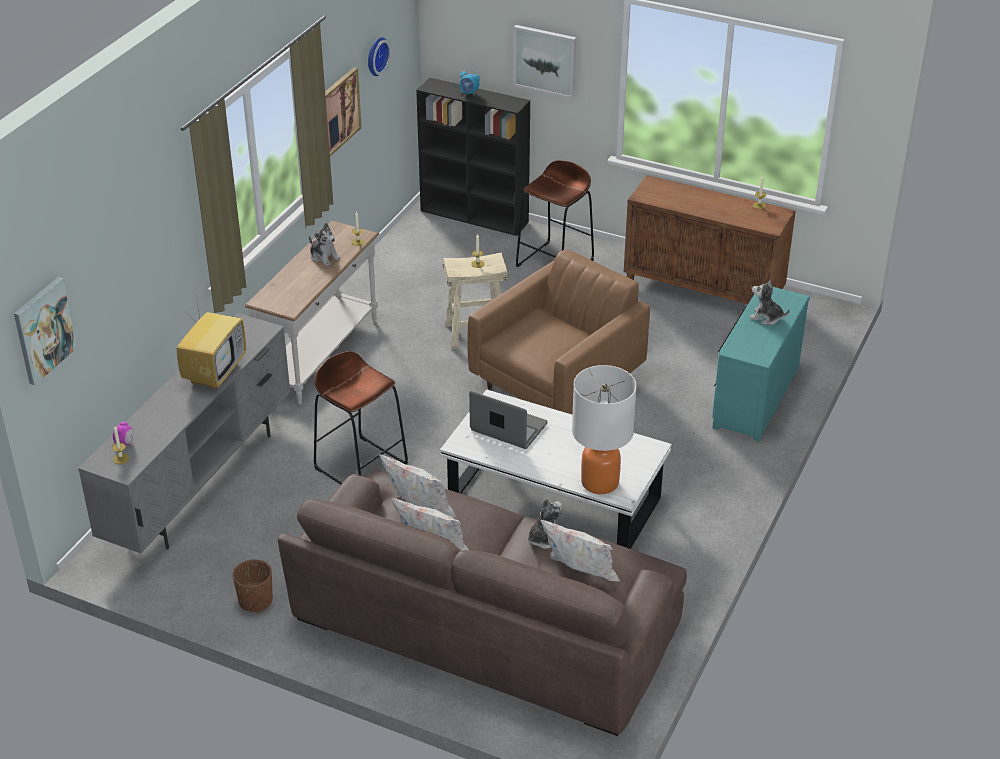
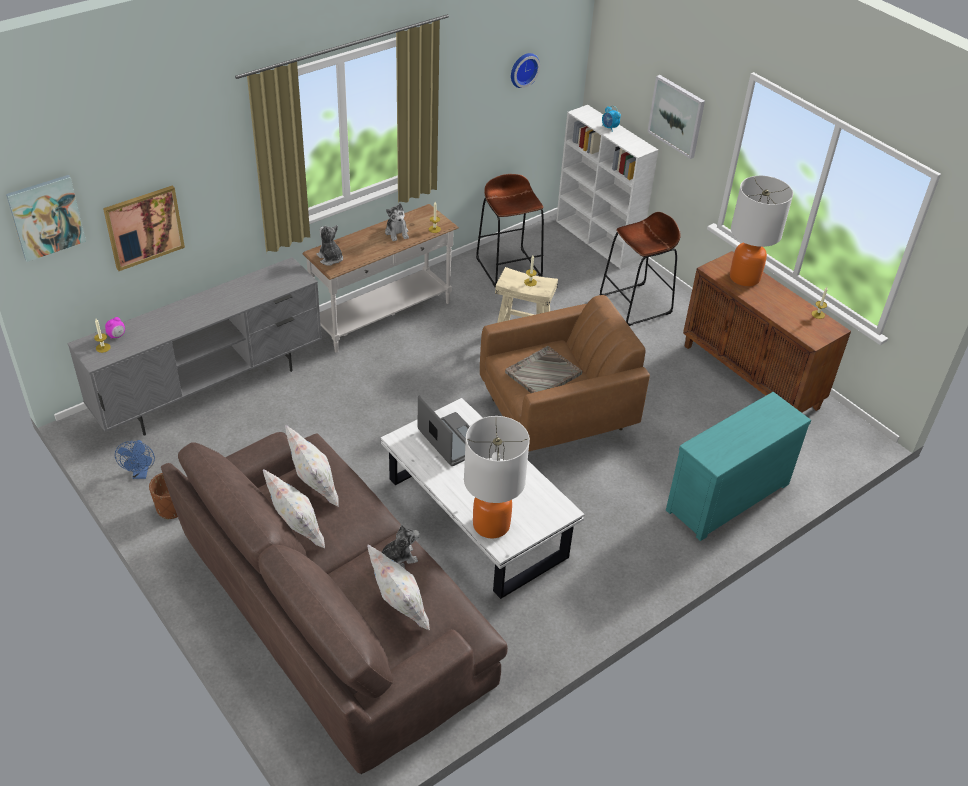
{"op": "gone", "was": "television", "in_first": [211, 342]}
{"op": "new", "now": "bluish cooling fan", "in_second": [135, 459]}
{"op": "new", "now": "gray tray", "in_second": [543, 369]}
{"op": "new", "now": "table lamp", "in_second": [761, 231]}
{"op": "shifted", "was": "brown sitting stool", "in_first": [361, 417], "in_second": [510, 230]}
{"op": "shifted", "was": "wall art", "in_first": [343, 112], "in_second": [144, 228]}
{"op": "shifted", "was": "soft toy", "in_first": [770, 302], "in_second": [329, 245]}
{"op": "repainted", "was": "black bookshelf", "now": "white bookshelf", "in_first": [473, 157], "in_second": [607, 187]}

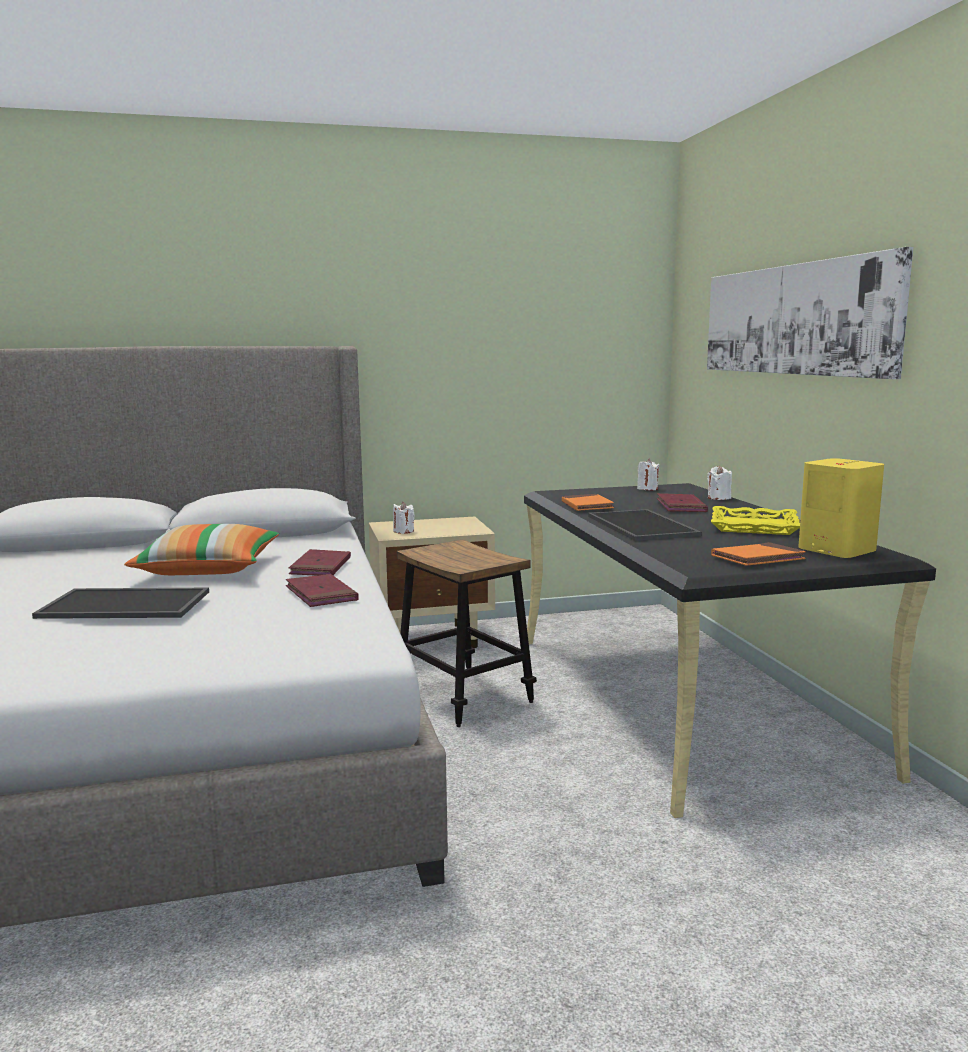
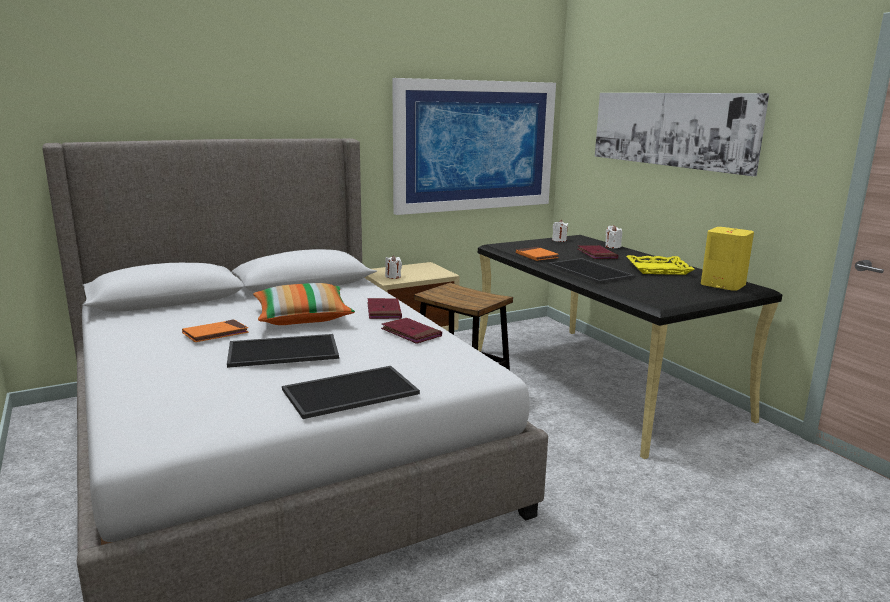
{"op": "new", "now": "tray", "in_second": [351, 392]}
{"op": "new", "now": "wall art", "in_second": [474, 146]}
{"op": "shifted", "was": "orangey bound book", "in_first": [758, 554], "in_second": [215, 330]}

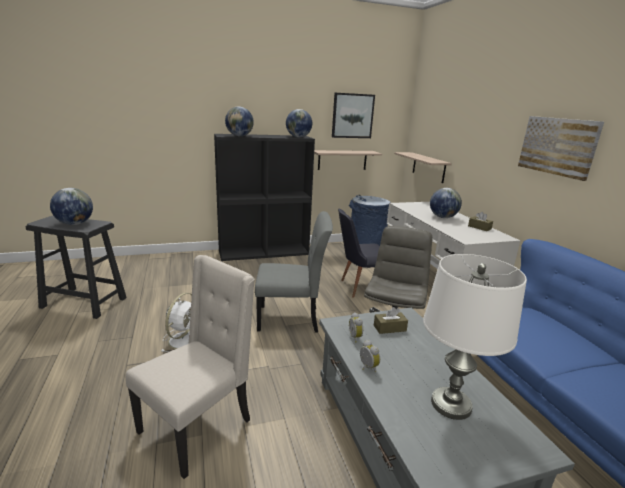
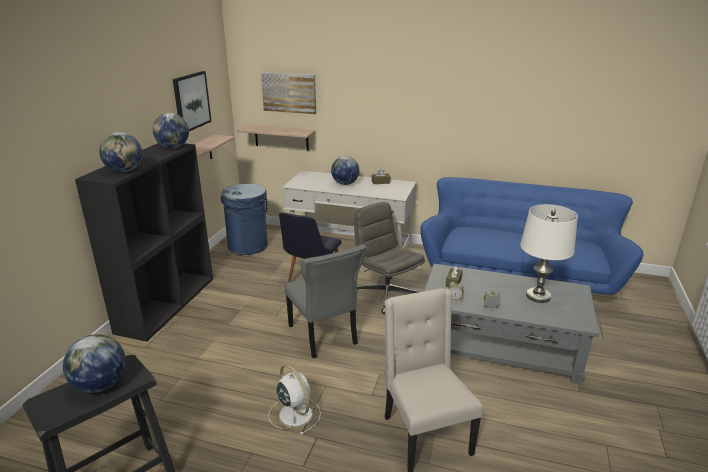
{"op": "shifted", "was": "wall art", "in_first": [561, 148], "in_second": [288, 93]}
{"op": "rotated", "was": "gray plain chair", "in_first": [294, 272], "in_second": [325, 301], "clockwise": 120}

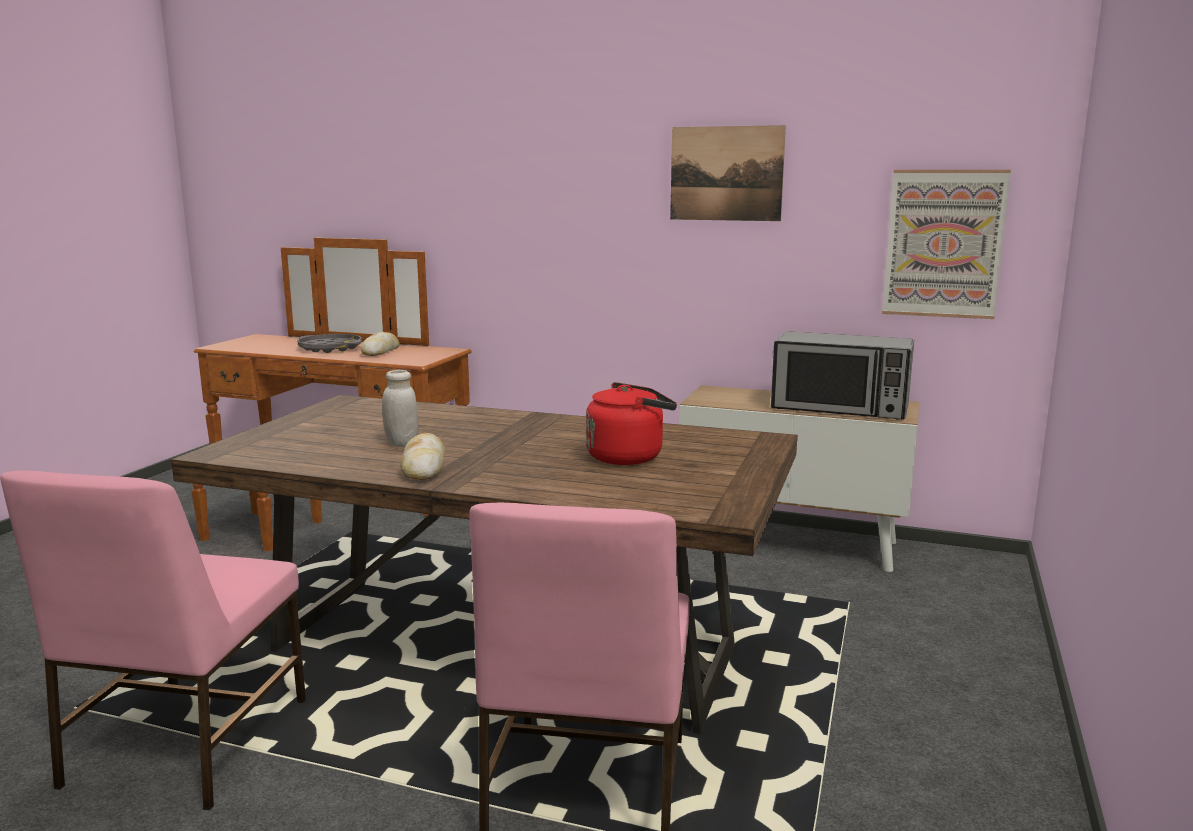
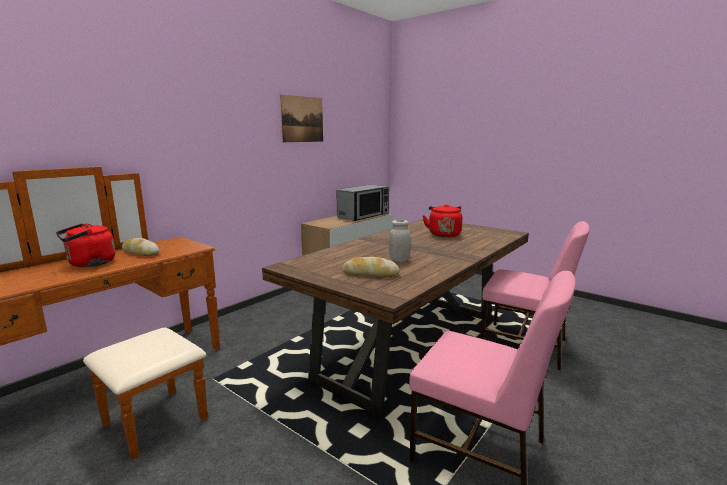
{"op": "gone", "was": "wall art", "in_first": [946, 244]}
{"op": "shifted", "was": "baked bread", "in_first": [422, 456], "in_second": [371, 267]}
{"op": "swapped", "was": "gray tray", "now": "red tea kettle", "in_first": [329, 343], "in_second": [86, 245]}

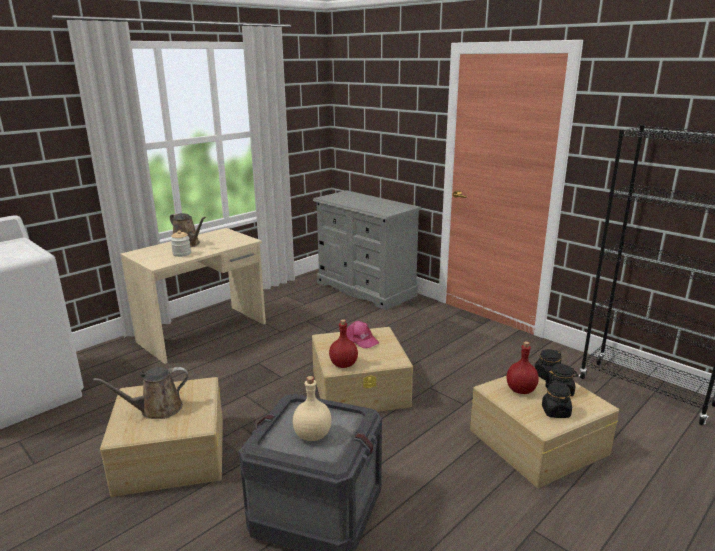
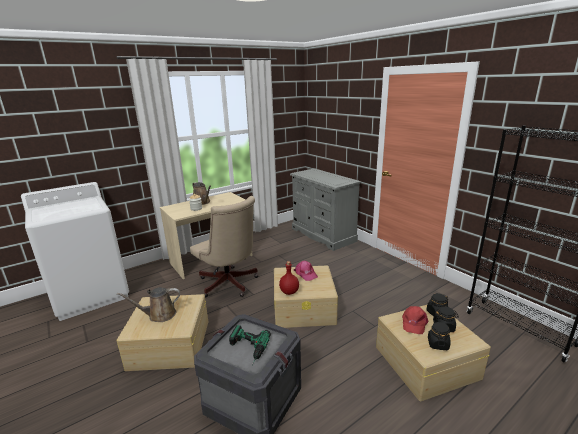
{"op": "new", "now": "sand-coloured office chair", "in_second": [224, 246]}
{"op": "swapped", "was": "sand-coloured drink bottle", "now": "power drill", "in_first": [312, 408], "in_second": [250, 345]}
{"op": "swapped", "was": "red drink bottle", "now": "red peaked cap", "in_first": [522, 367], "in_second": [415, 320]}

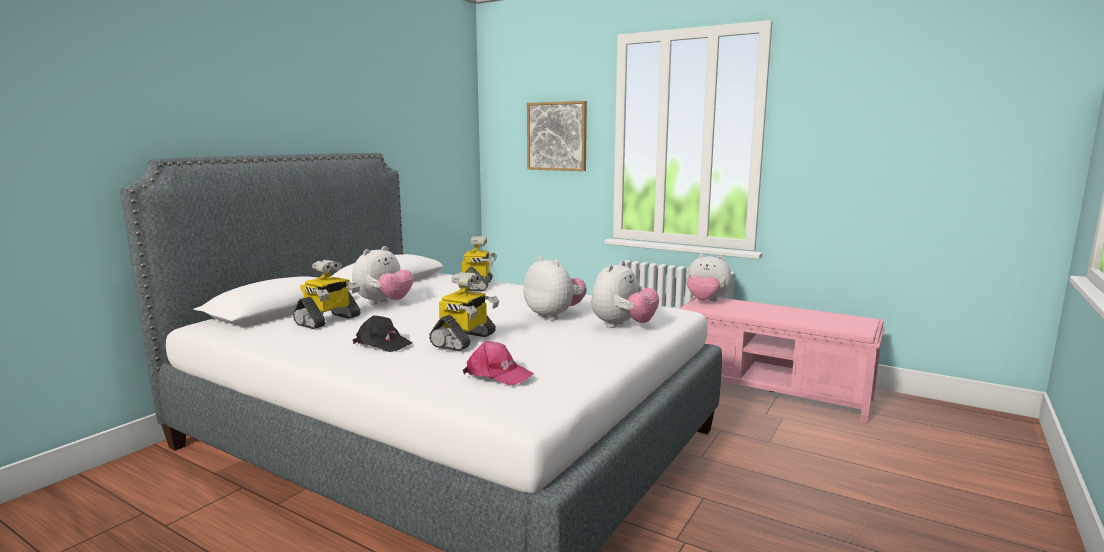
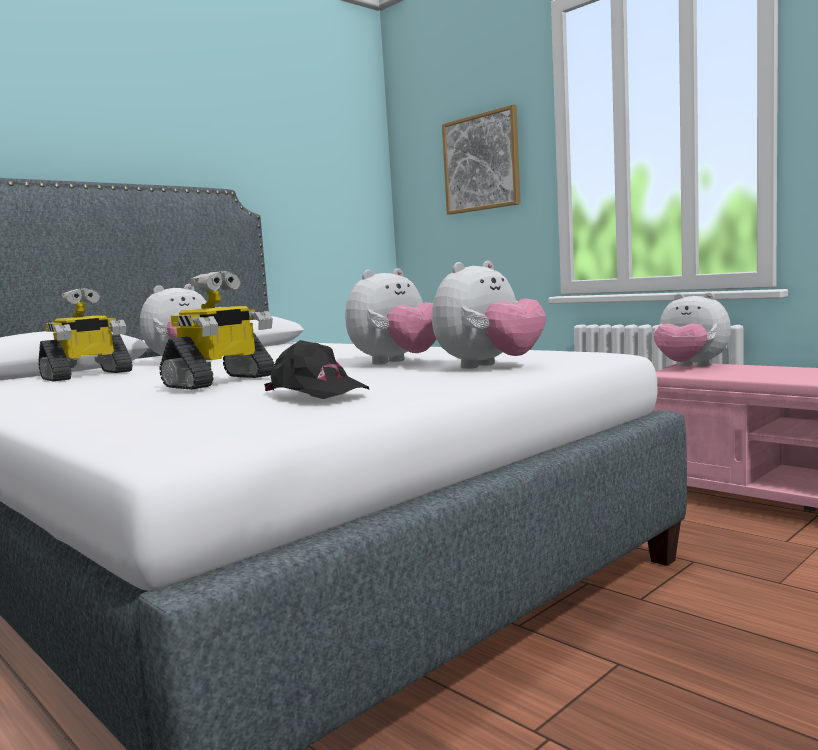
{"op": "gone", "was": "toy robot", "in_first": [477, 263]}
{"op": "gone", "was": "pink-coloured peaked cap", "in_first": [498, 363]}
{"op": "shifted", "was": "black peaked cap", "in_first": [383, 334], "in_second": [316, 369]}
{"op": "rotated", "was": "soft toy", "in_first": [555, 288], "in_second": [390, 316], "clockwise": 75}

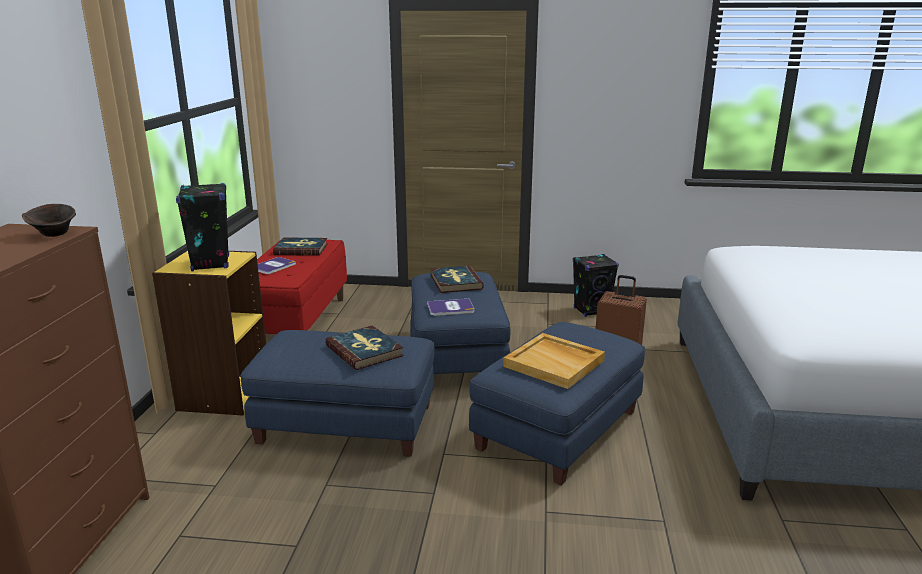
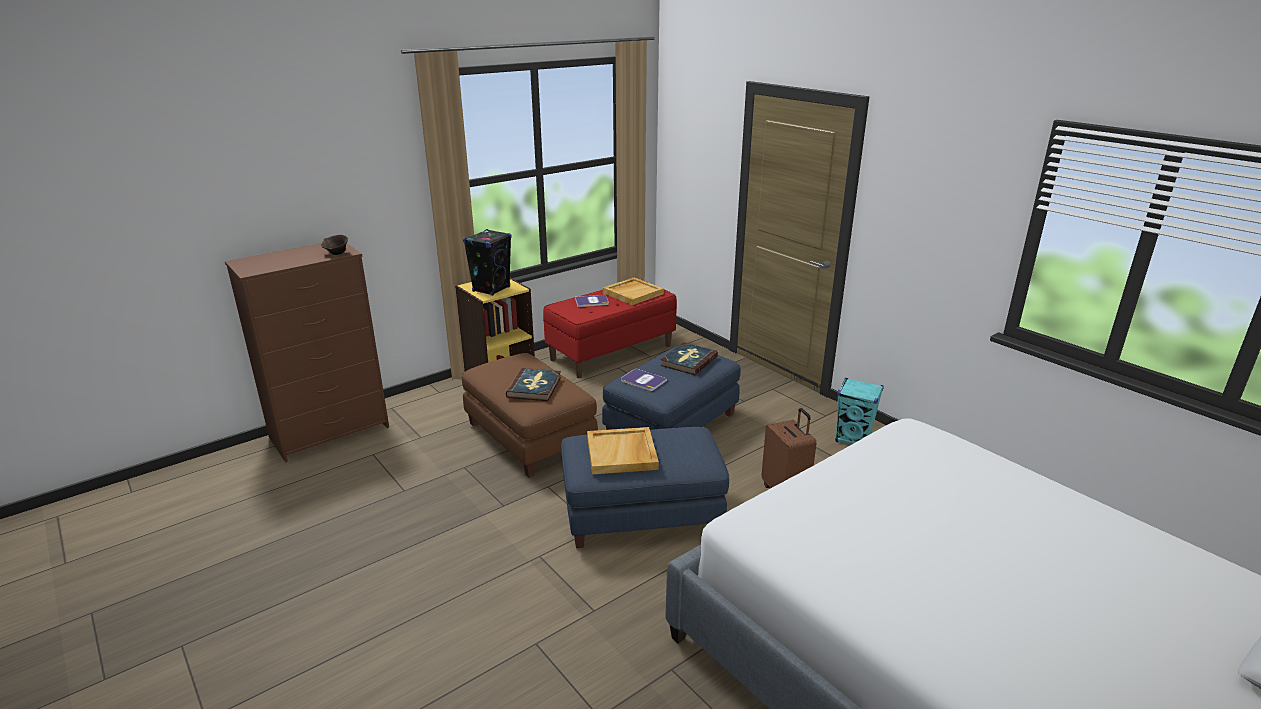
{"op": "swapped", "was": "bound book", "now": "sand-coloured tray", "in_first": [300, 246], "in_second": [633, 291]}
{"op": "repainted", "was": "bluish ottoman", "now": "brown ottoman", "in_first": [337, 393], "in_second": [529, 415]}
{"op": "repainted", "was": "black loudspeaker", "now": "turquoise-coloured loudspeaker", "in_first": [596, 285], "in_second": [859, 411]}

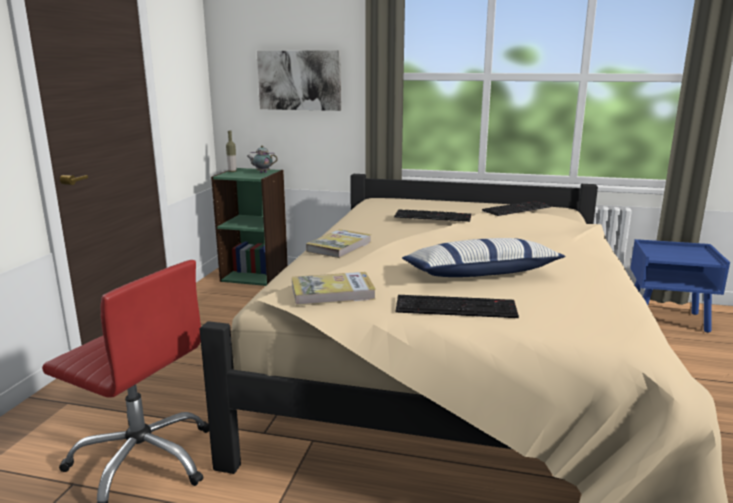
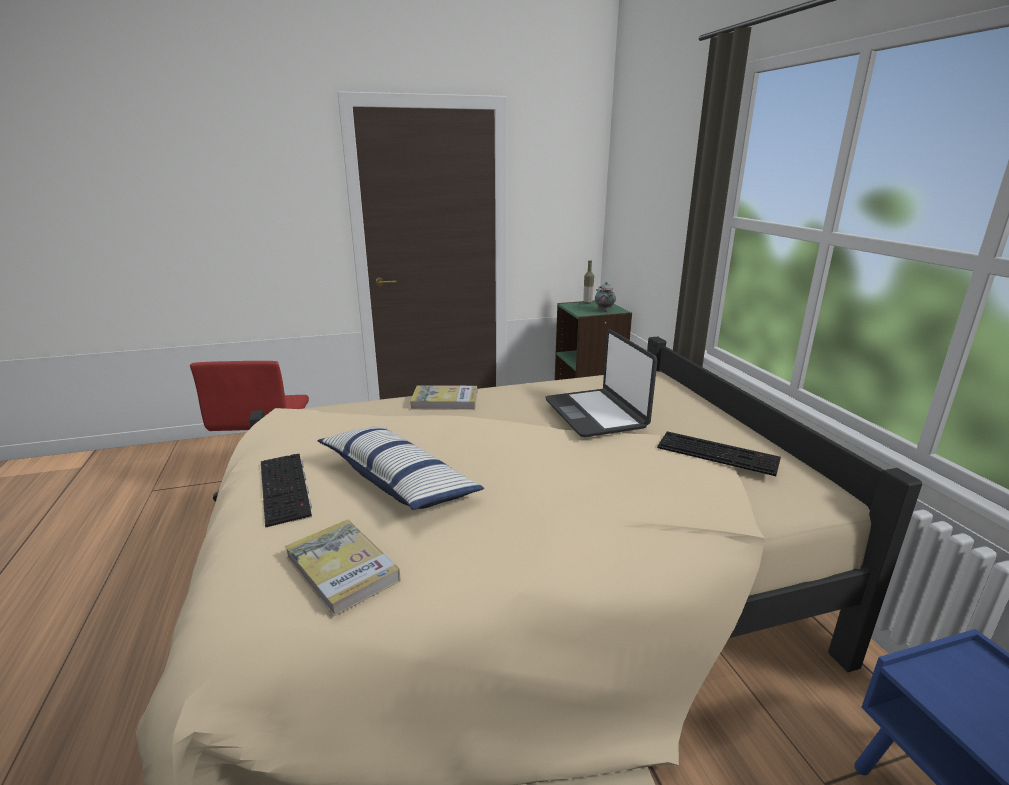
{"op": "gone", "was": "wall art", "in_first": [299, 80]}
{"op": "shifted", "was": "bound book", "in_first": [334, 289], "in_second": [343, 568]}
{"op": "swapped", "was": "computer keyboard", "now": "portable computer", "in_first": [432, 215], "in_second": [601, 383]}

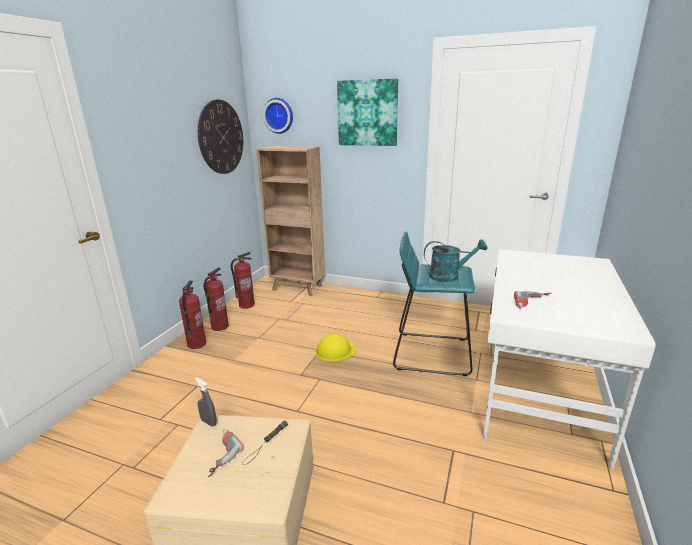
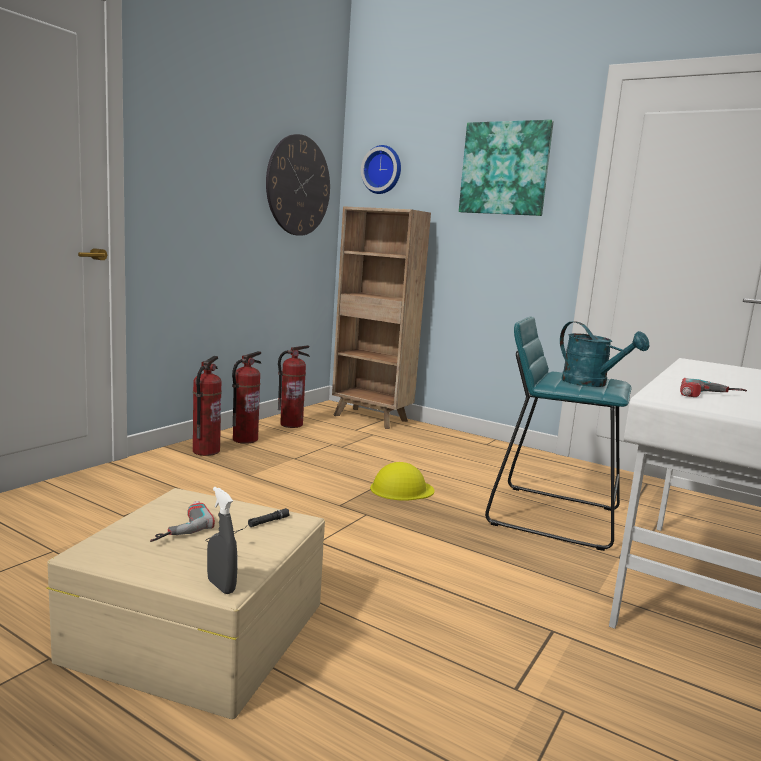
{"op": "shifted", "was": "gray spray bottle", "in_first": [206, 402], "in_second": [222, 540]}
{"op": "rotated", "was": "turquoise-coloured watering pot", "in_first": [455, 260], "in_second": [604, 354], "clockwise": 45}

